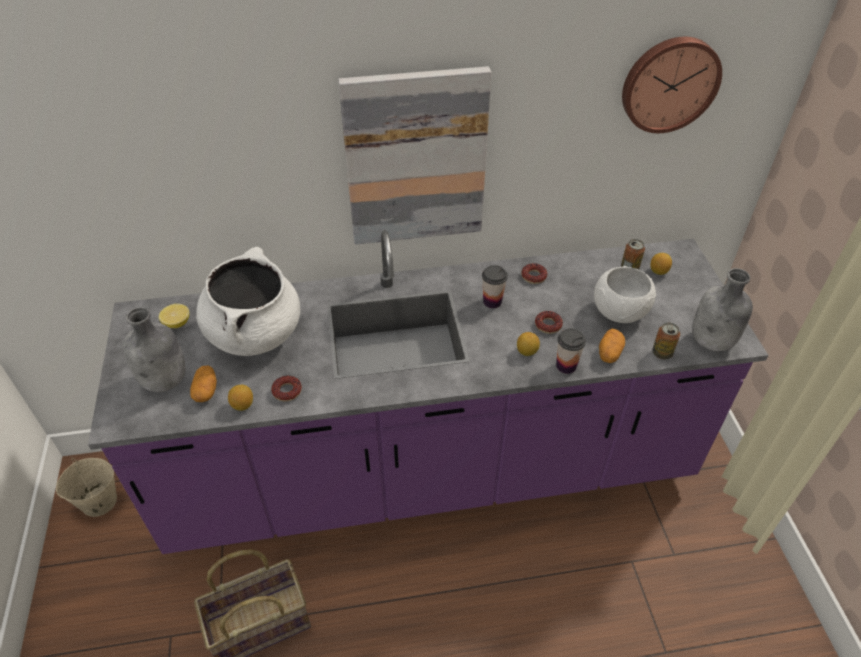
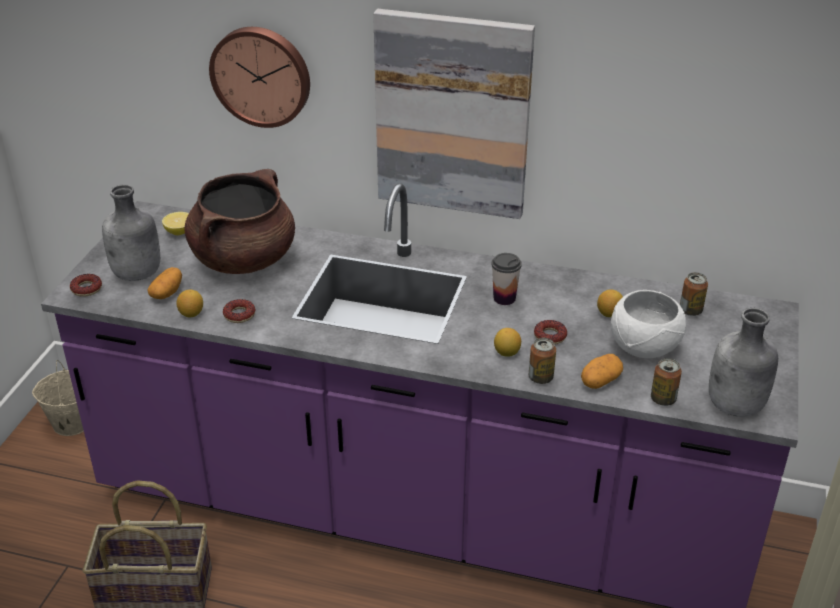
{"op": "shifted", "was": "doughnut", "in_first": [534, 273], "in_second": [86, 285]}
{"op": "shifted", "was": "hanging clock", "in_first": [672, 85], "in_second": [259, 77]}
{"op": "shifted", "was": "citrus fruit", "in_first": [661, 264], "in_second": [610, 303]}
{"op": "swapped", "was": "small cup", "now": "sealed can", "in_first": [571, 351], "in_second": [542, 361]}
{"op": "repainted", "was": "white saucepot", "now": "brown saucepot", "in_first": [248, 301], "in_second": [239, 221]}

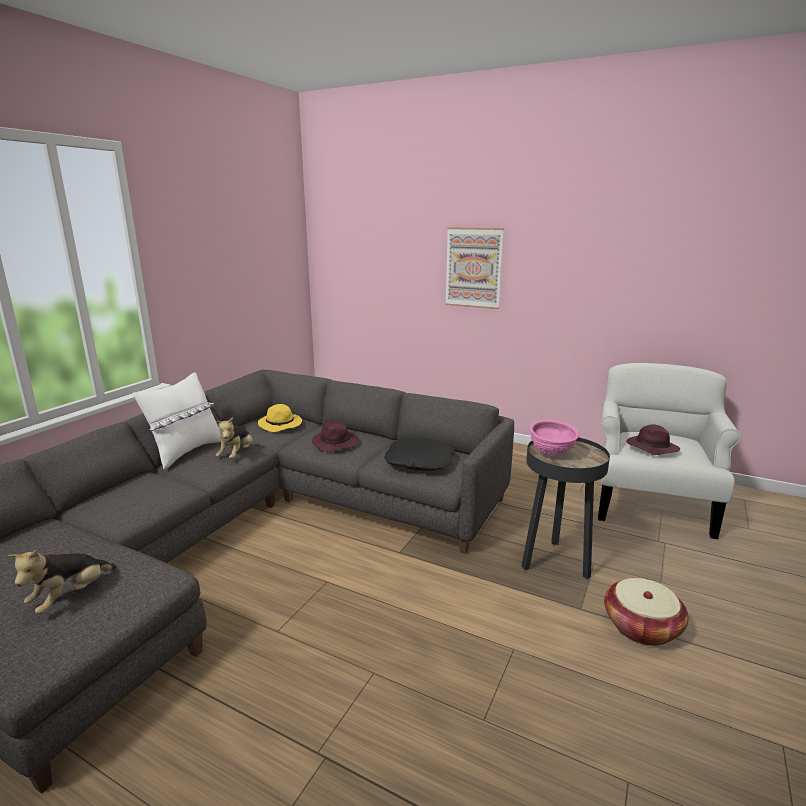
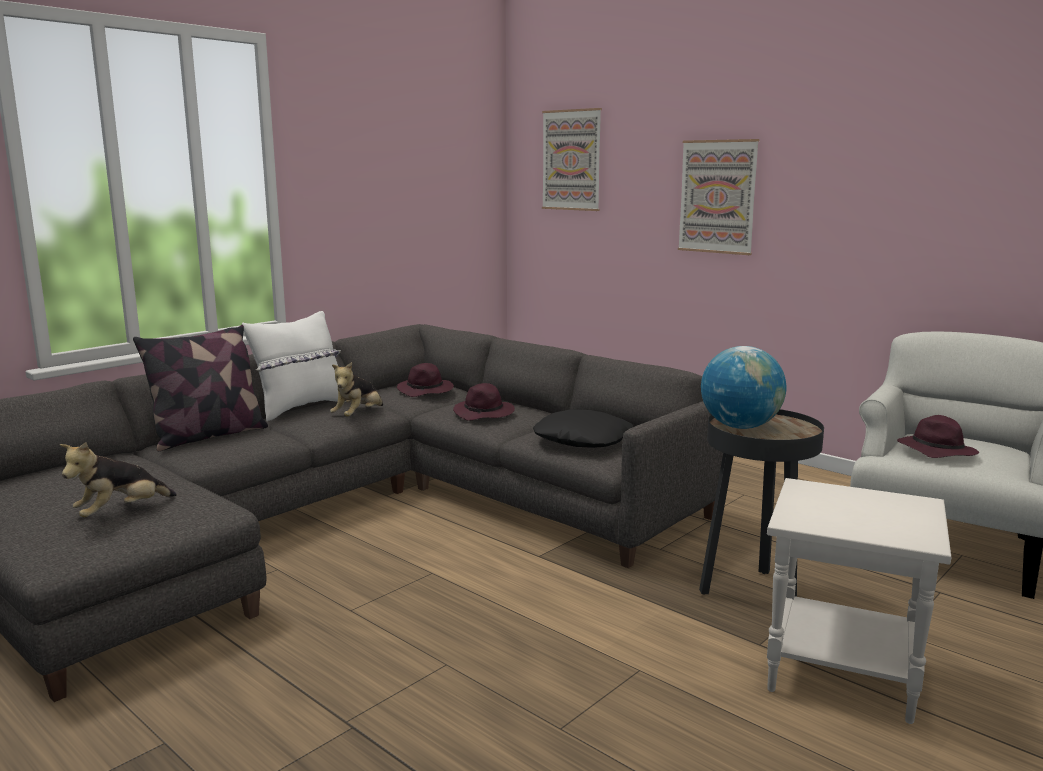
{"op": "new", "now": "throw pillow", "in_second": [200, 388]}
{"op": "new", "now": "wall art", "in_second": [572, 159]}
{"op": "swapped", "was": "pink-coloured bowl", "now": "world globe", "in_first": [554, 438], "in_second": [743, 387]}
{"op": "swapped", "was": "storage basket", "now": "white side table", "in_first": [646, 612], "in_second": [859, 601]}
{"op": "repainted", "was": "yellow-coloured clothing hat", "now": "purple clothing hat", "in_first": [280, 418], "in_second": [425, 380]}

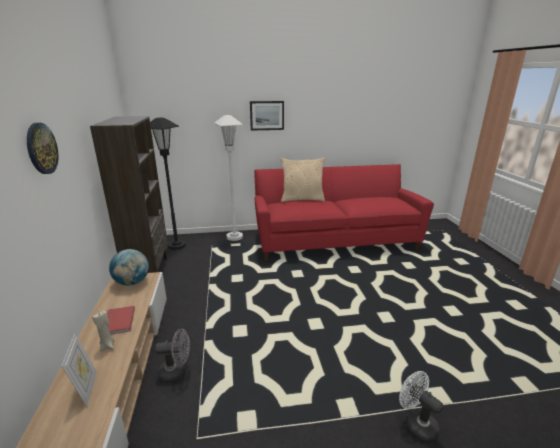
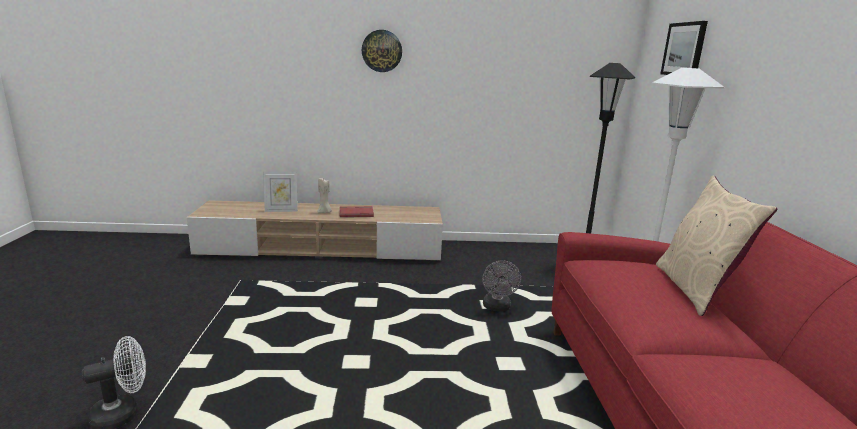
{"op": "gone", "was": "brown bookshelf", "in_first": [129, 194]}
{"op": "gone", "was": "world globe", "in_first": [129, 267]}
{"op": "shifted", "was": "gray cooling fan", "in_first": [172, 356], "in_second": [501, 285]}
{"op": "shifted", "was": "wall art", "in_first": [267, 116], "in_second": [684, 48]}

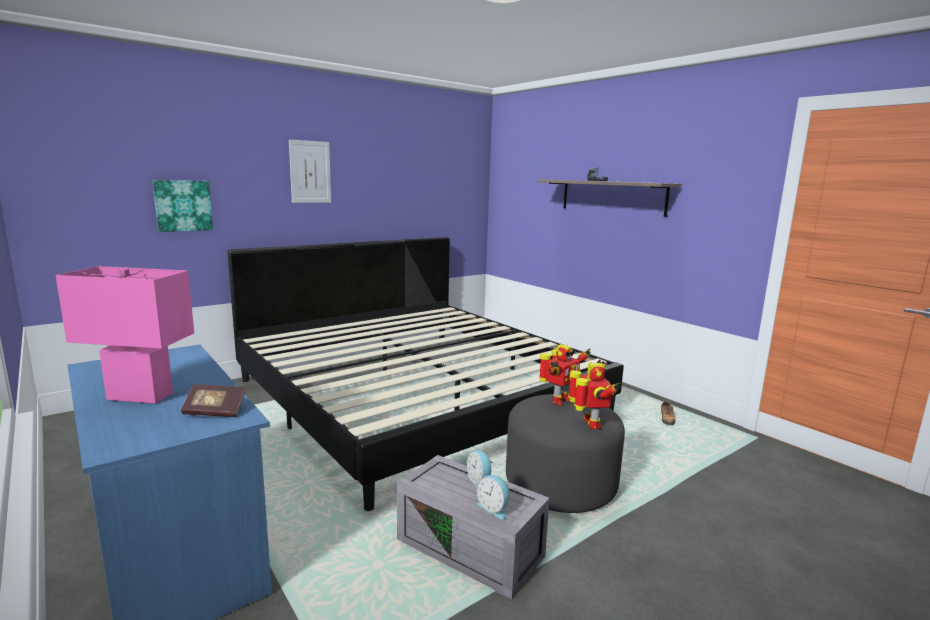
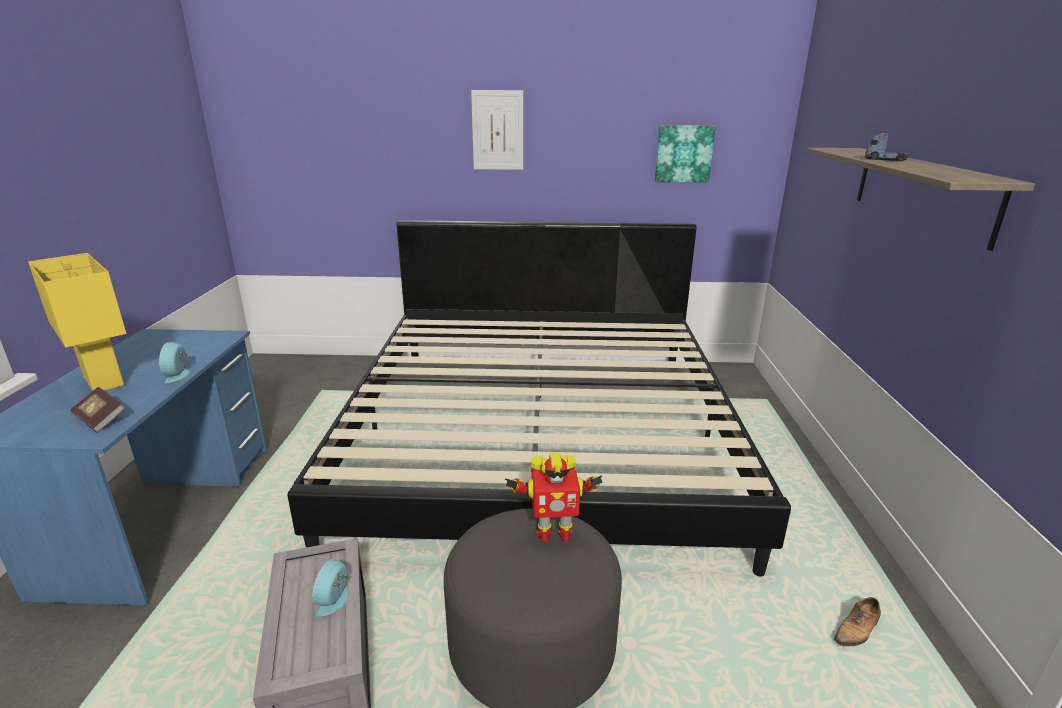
{"op": "gone", "was": "toy robot", "in_first": [594, 394]}
{"op": "shifted", "was": "wall art", "in_first": [183, 206], "in_second": [685, 154]}
{"op": "shifted", "was": "alarm clock", "in_first": [493, 497], "in_second": [174, 362]}
{"op": "repainted", "was": "pink-coloured table lamp", "now": "yellow-coloured table lamp", "in_first": [125, 335], "in_second": [77, 322]}

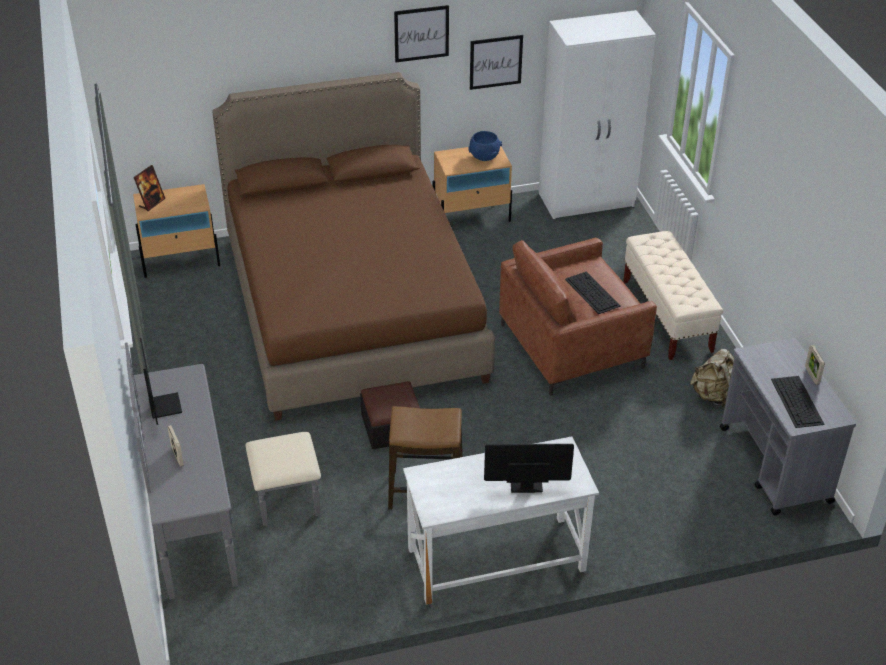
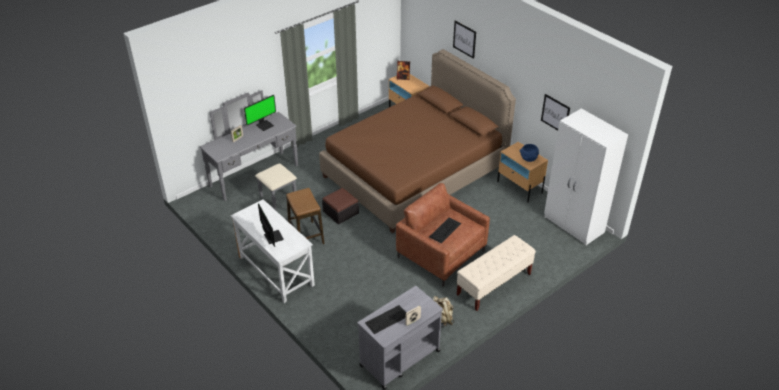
{"op": "shifted", "was": "wall art", "in_first": [421, 33], "in_second": [464, 40]}

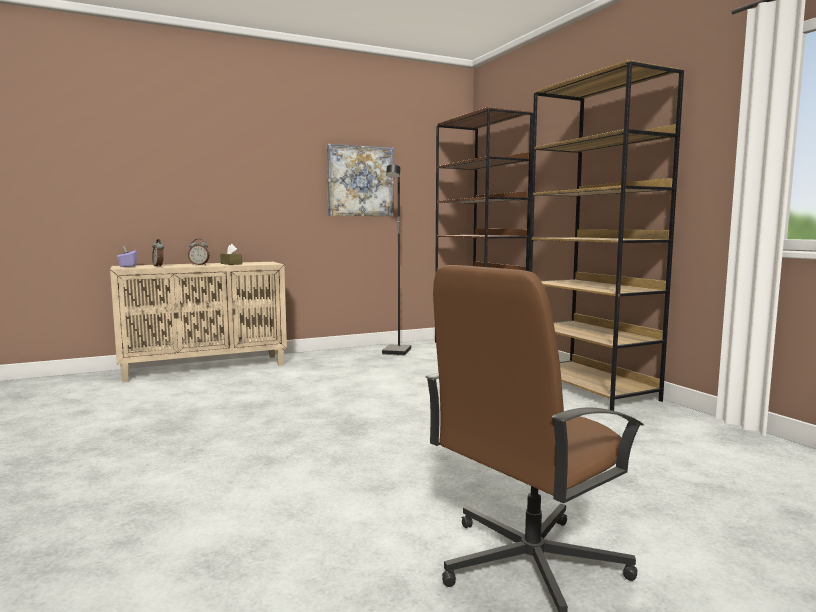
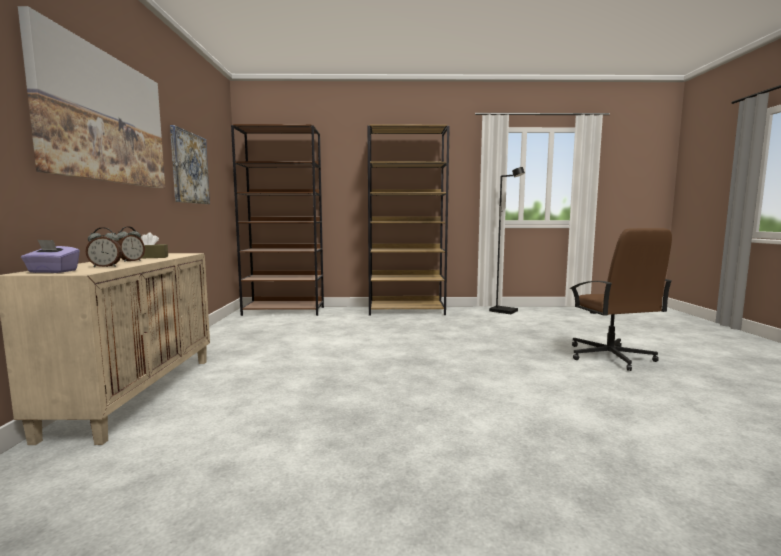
{"op": "new", "now": "wall art", "in_second": [91, 97]}
{"op": "shifted", "was": "black standing lamp", "in_first": [396, 259], "in_second": [507, 240]}

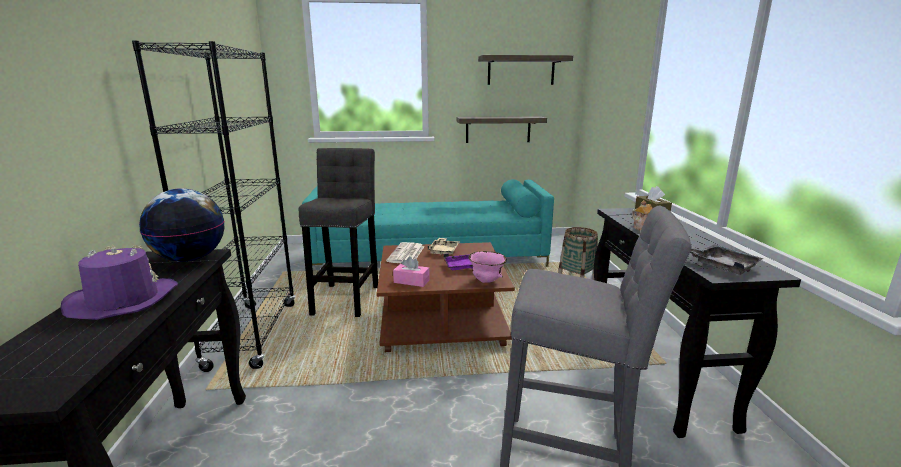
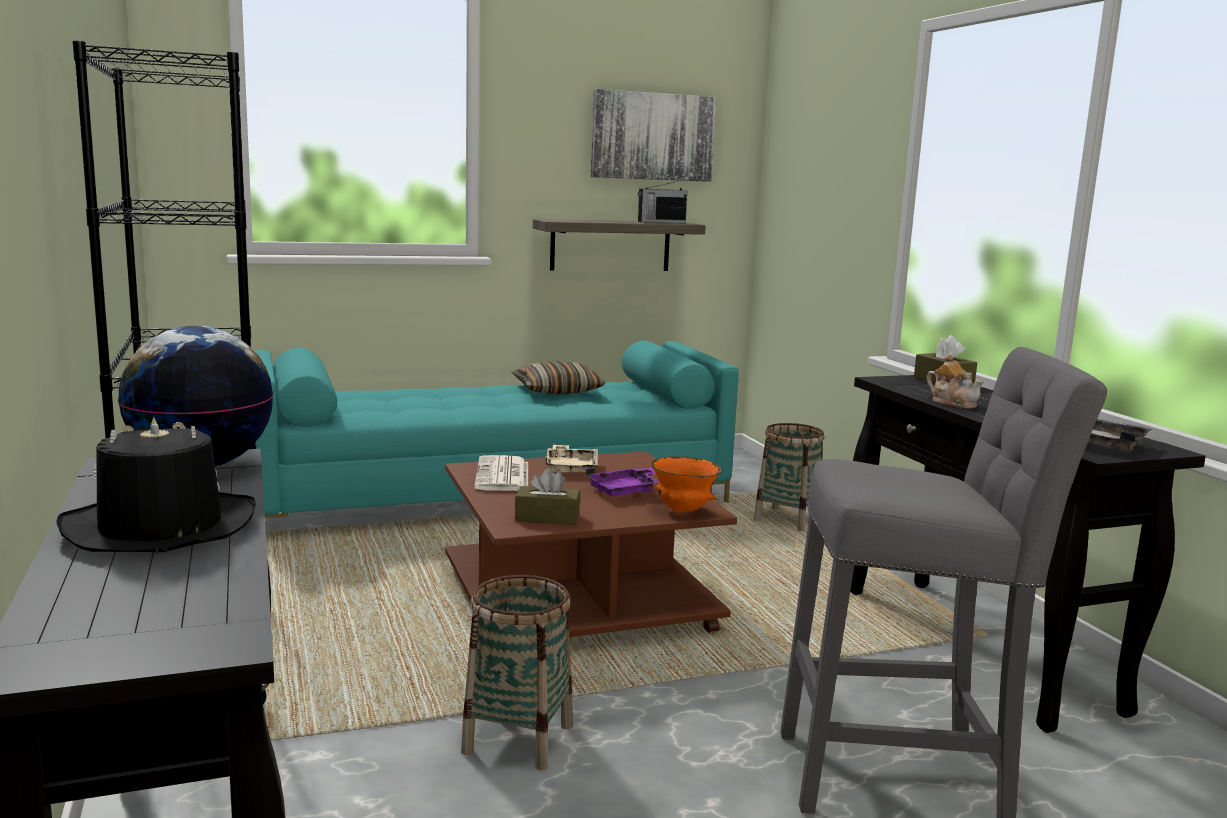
{"op": "gone", "was": "gray sitting stool", "in_first": [338, 232]}
{"op": "new", "now": "storage basket", "in_second": [517, 672]}
{"op": "new", "now": "throw pillow", "in_second": [558, 377]}
{"op": "new", "now": "radio set", "in_second": [662, 202]}
{"op": "swapped", "was": "bracket shelf", "now": "wall art", "in_first": [525, 70], "in_second": [654, 135]}
{"op": "repainted", "was": "purple clothing hat", "now": "black clothing hat", "in_first": [119, 282], "in_second": [156, 484]}
{"op": "repainted", "was": "pink-coloured tissue holder", "now": "brown tissue holder", "in_first": [411, 271], "in_second": [547, 496]}
{"op": "repainted", "was": "pink-coloured bowl", "now": "orangey bowl", "in_first": [487, 267], "in_second": [686, 484]}

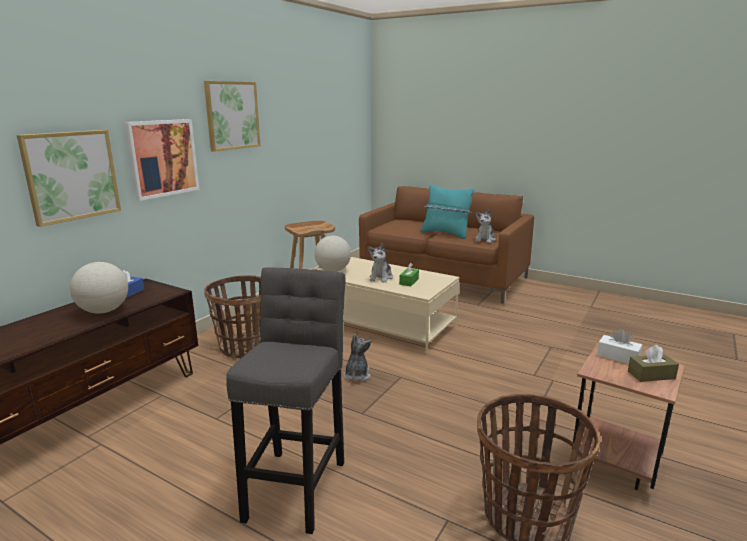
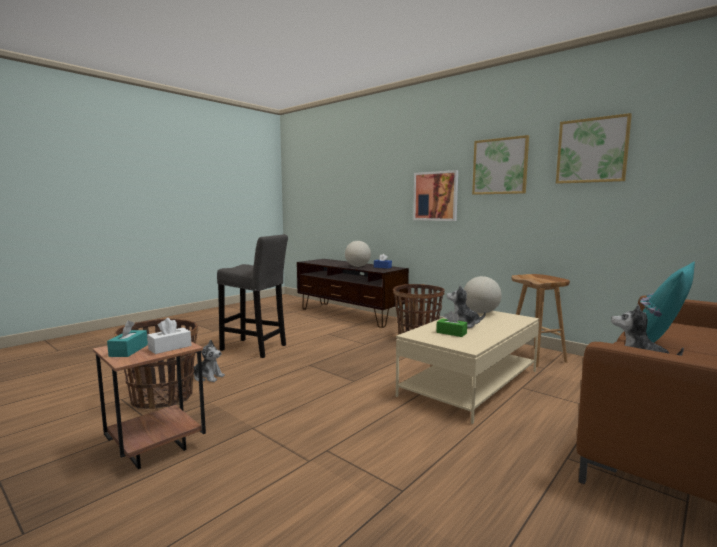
{"op": "shifted", "was": "wall art", "in_first": [69, 178], "in_second": [594, 148]}
{"op": "shifted", "was": "soft toy", "in_first": [357, 357], "in_second": [209, 361]}
{"op": "repainted", "was": "brown tissue holder", "now": "turquoise-coloured tissue holder", "in_first": [653, 363], "in_second": [127, 338]}

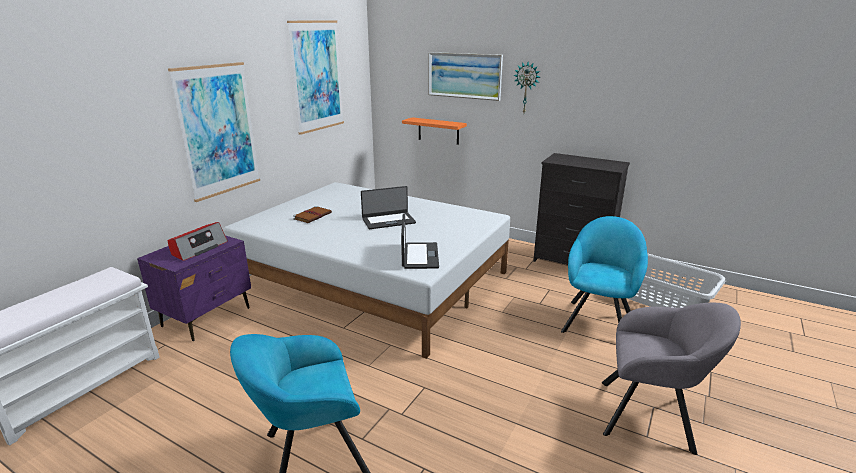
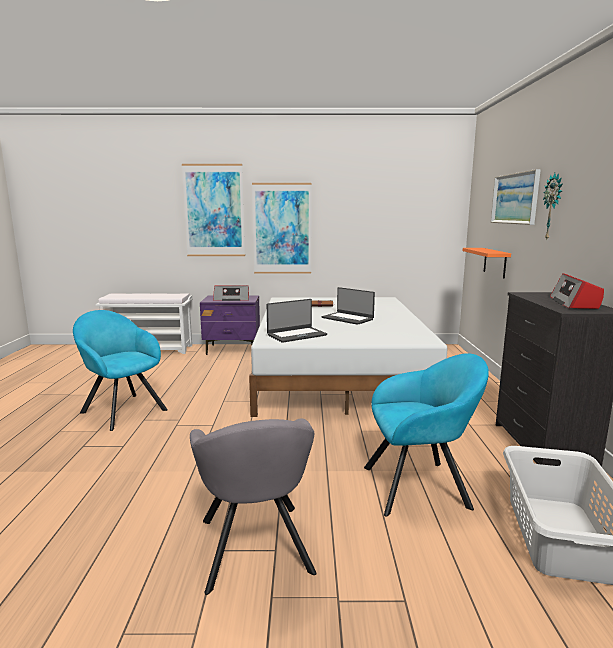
{"op": "new", "now": "radio set", "in_second": [577, 291]}
{"op": "shifted", "was": "wall art", "in_first": [315, 77], "in_second": [213, 210]}

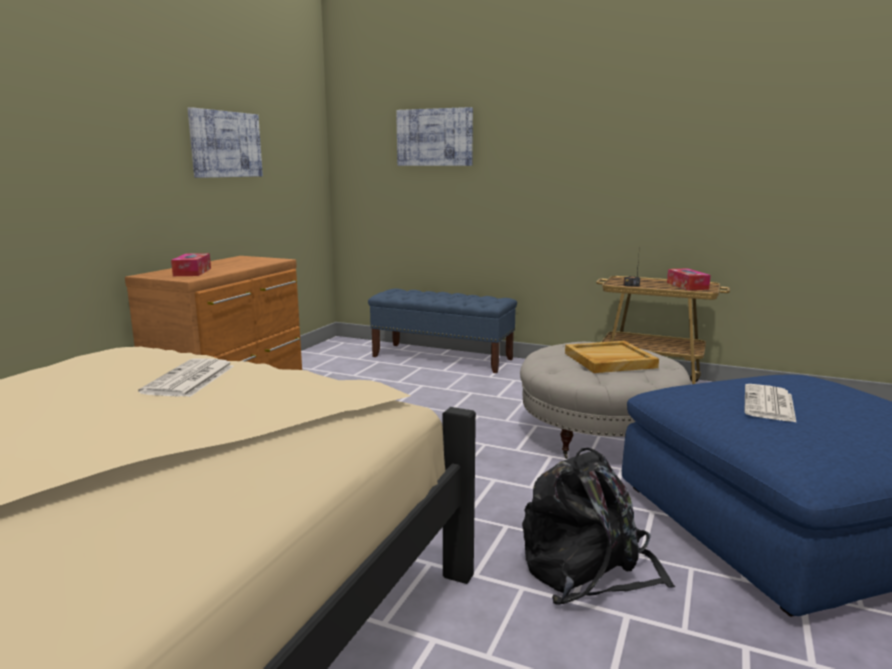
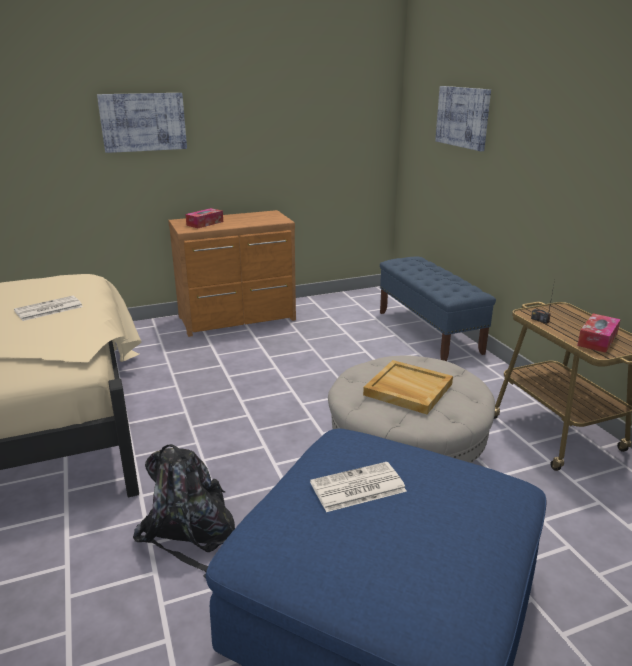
{"op": "shifted", "was": "wall art", "in_first": [225, 142], "in_second": [142, 123]}

